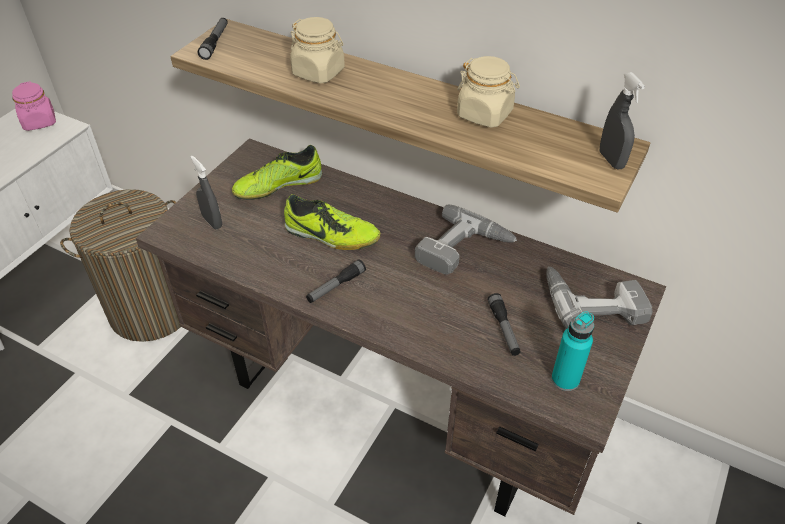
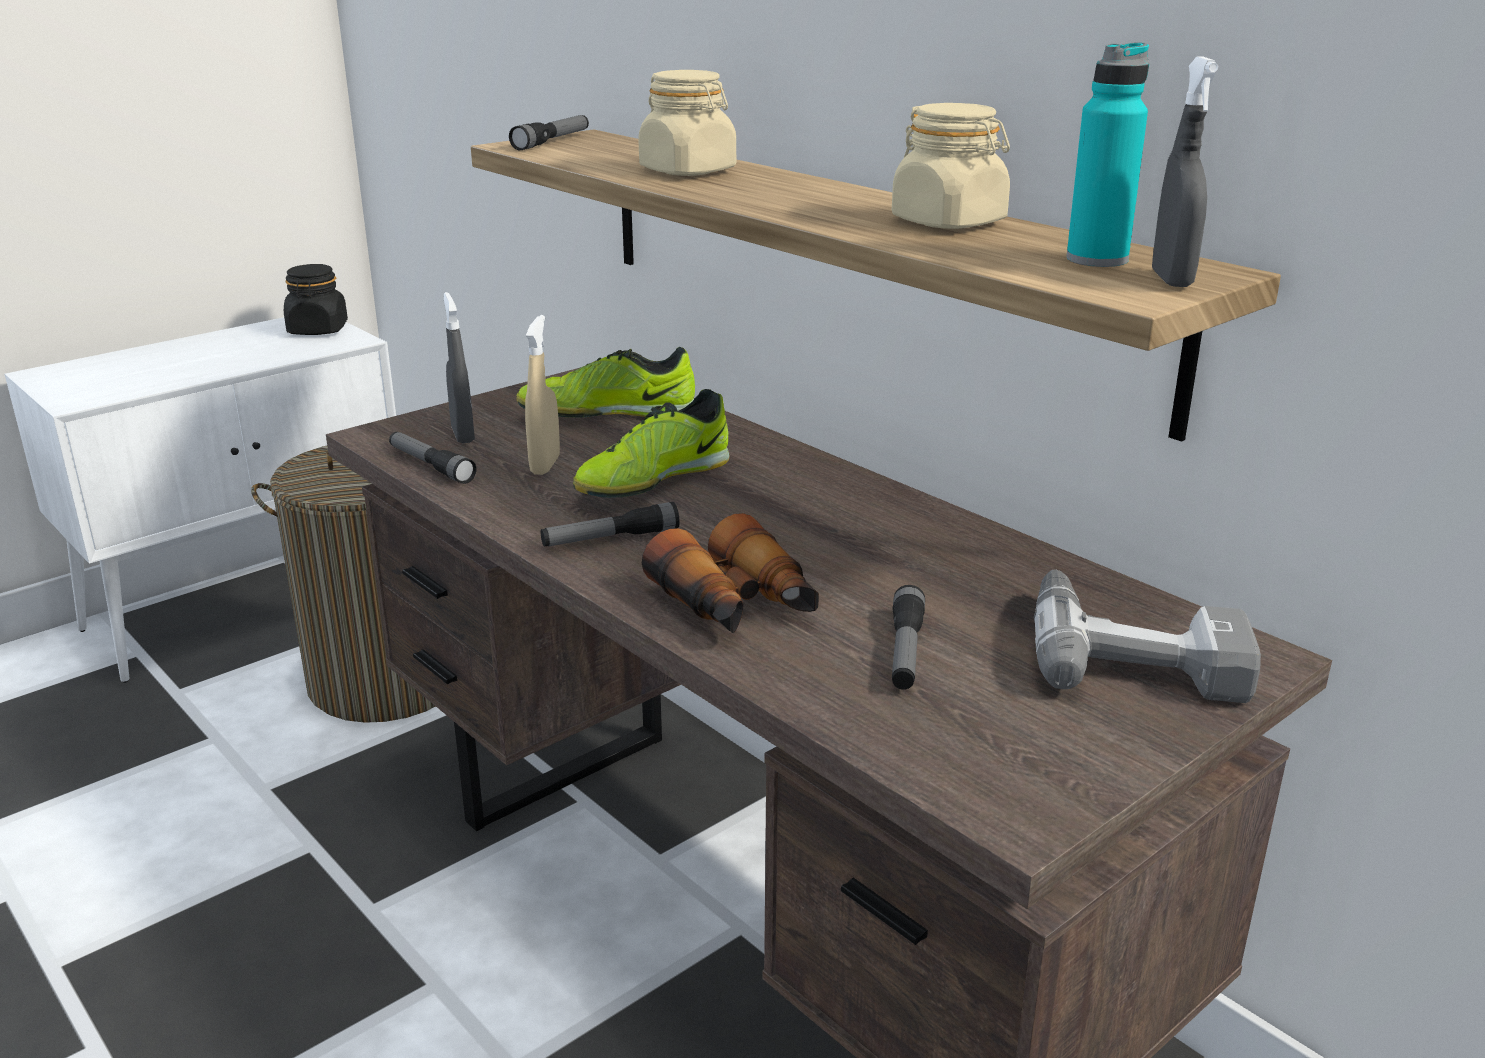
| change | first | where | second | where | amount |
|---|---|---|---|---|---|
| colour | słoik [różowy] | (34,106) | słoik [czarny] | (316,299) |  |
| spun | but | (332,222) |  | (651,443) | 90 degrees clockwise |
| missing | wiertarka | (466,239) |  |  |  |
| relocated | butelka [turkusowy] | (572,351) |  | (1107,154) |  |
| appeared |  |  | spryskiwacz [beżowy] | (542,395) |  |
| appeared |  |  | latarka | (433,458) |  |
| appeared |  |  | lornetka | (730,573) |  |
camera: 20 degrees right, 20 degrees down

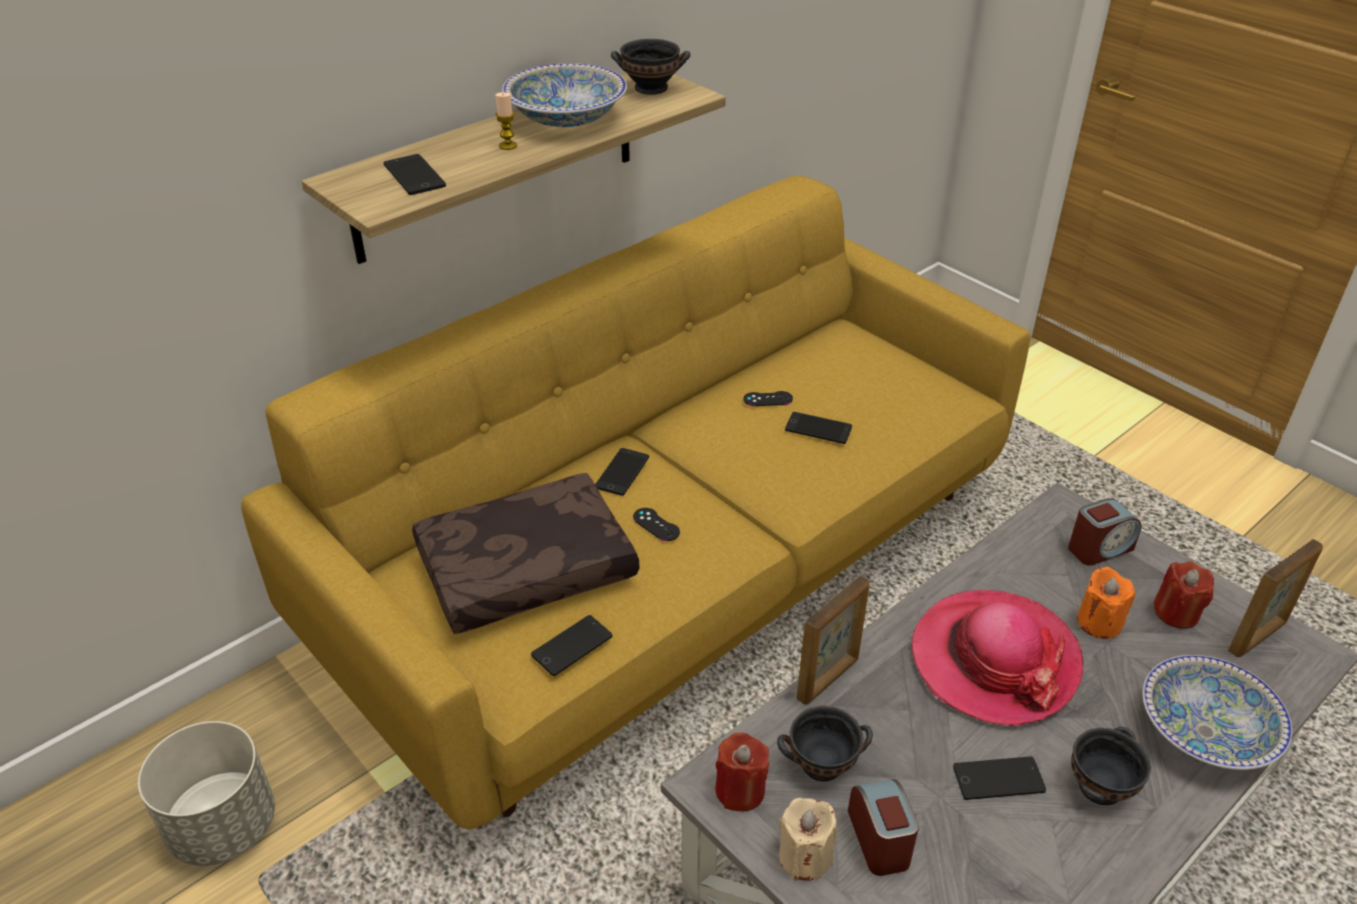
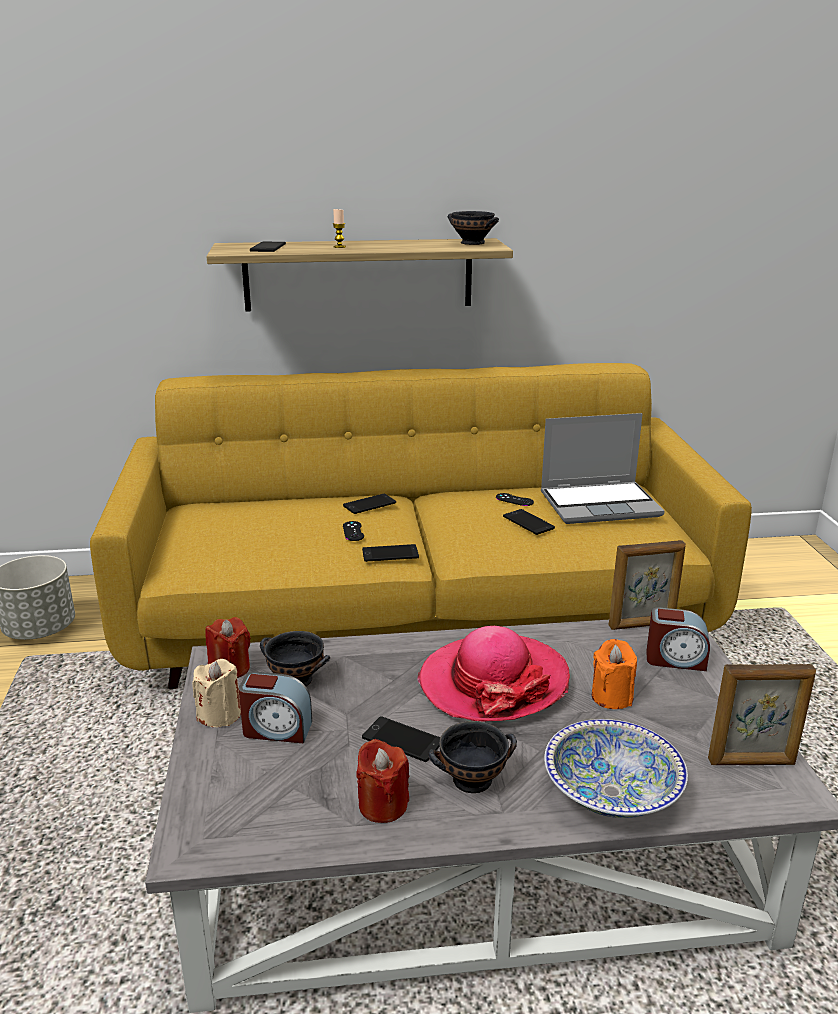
| change | first | where | second | where | amount |
|---|---|---|---|---|---|
| missing | miska | (564,95) |  |  |  |
| missing | poduszka [brązowy] | (525,553) |  |  |  |
| relocated | świeca [czerwony] | (1184,595) |  | (382,781) |  |
| relocated | ramka na zdjęcie | (832,640) |  | (647,585) |  |
| relocated | telefon | (571,645) |  | (390,553) |  |
| spun | budzik | (883,827) |  | (275,707) | 75 degrees clockwise |
| appeared |  |  | laptop | (602,468) |  |
camera: 35 degrees right, 15 degrees down

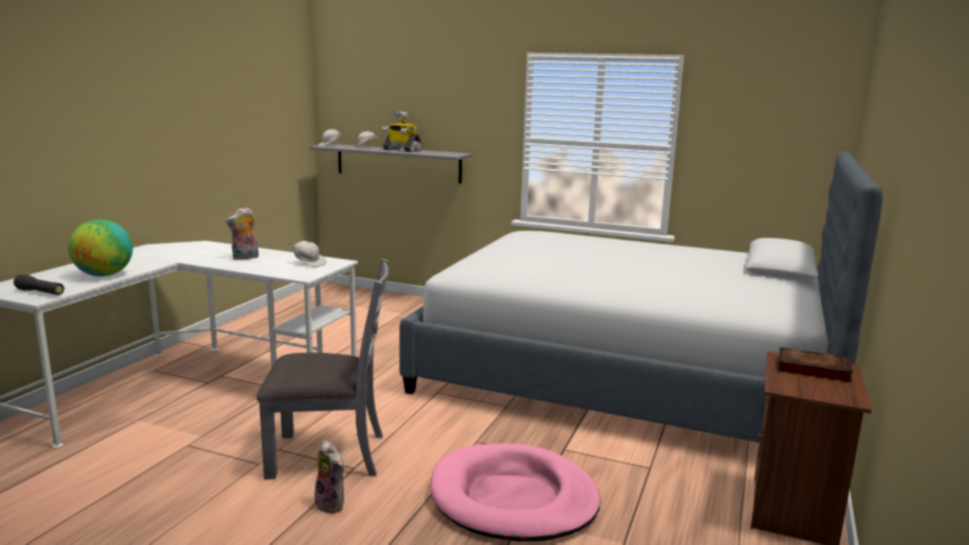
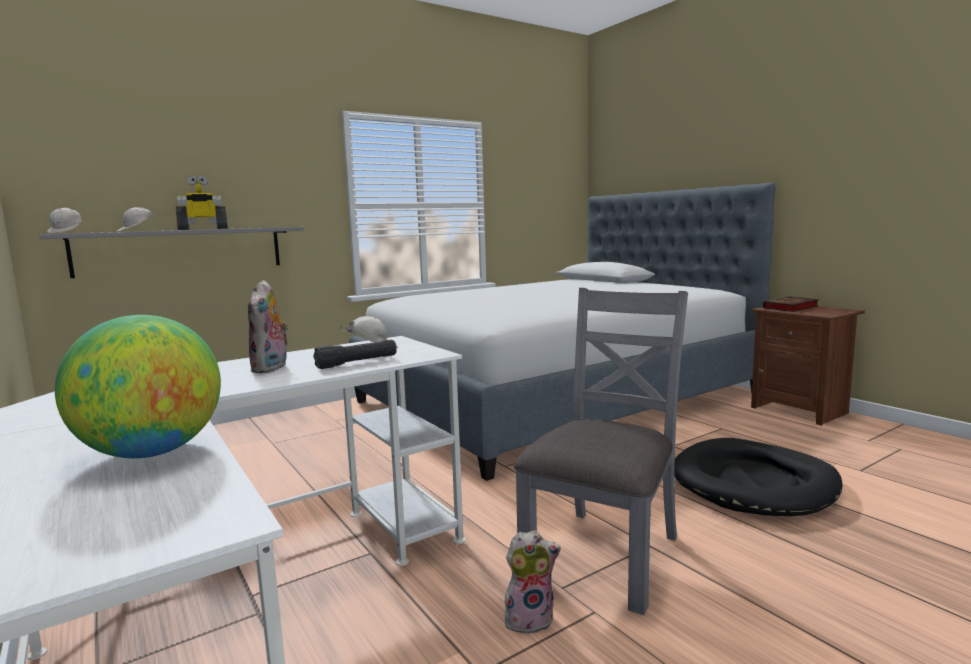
| change | first | where | second | where | amount |
|---|---|---|---|---|---|
| relocated | latarka [czarny] | (39,284) |  | (355,354) |  |
| relocated | pluszak | (329,477) |  | (533,583) |  |
| colour | legowisko [różowy] | (515,492) | legowisko [czarny] | (758,477) |  |
camera: 55 degrees left, 5 degrees down

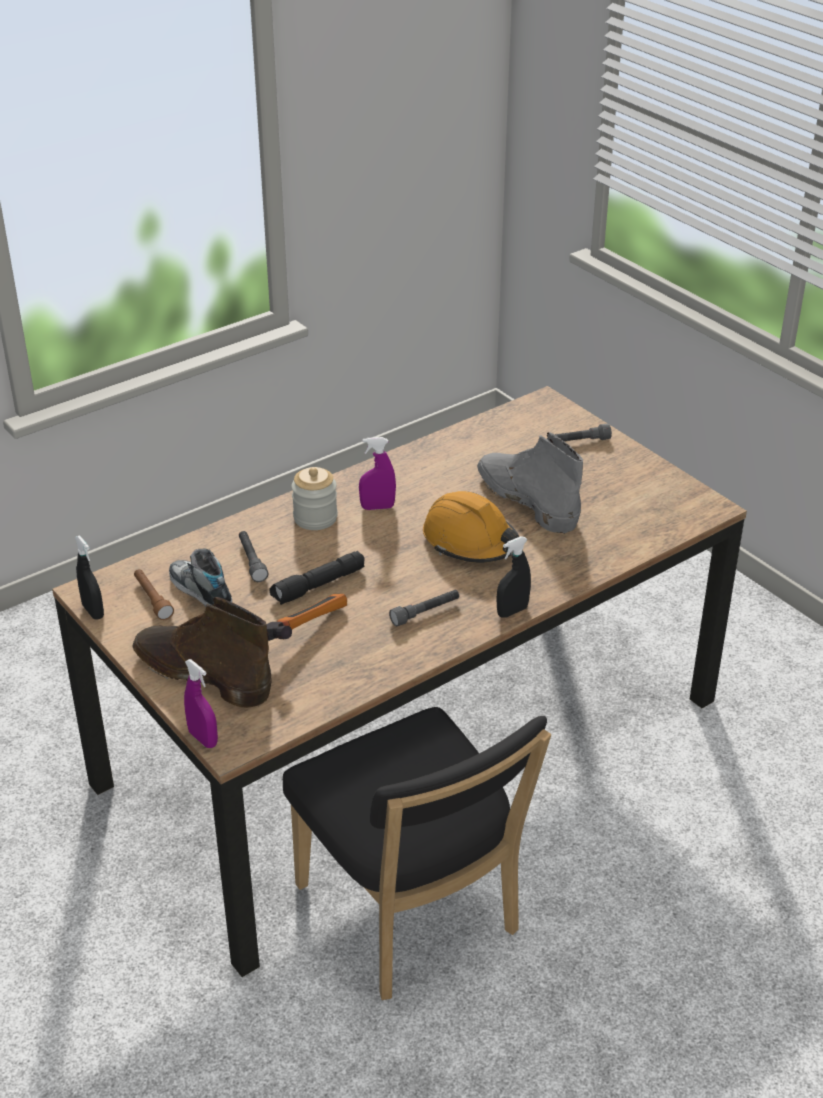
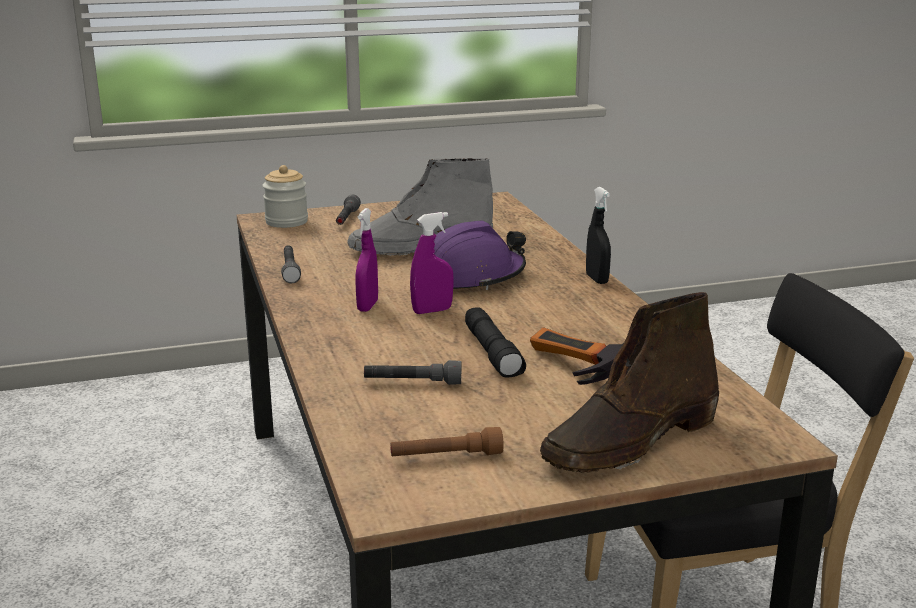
| change | first | where | second | where | amount |
|---|---|---|---|---|---|
| relocated | słoik | (314,498) |  | (285,196) |  |
| colour | kask [pomarańczowy] | (471,527) | kask [fioletowy] | (480,255) |  |
| missing | spryskiwacz [czarny] | (89,577) |  |  |  |
| missing | but | (200,577) |  |  |  |
| relocated | latarka [szary] | (424,608) |  | (291,264) |  |
| relocated | spryskiwacz [fioletowy] | (201,703) |  | (432,263) |  |
camera: 70 degrees left, 15 degrees down

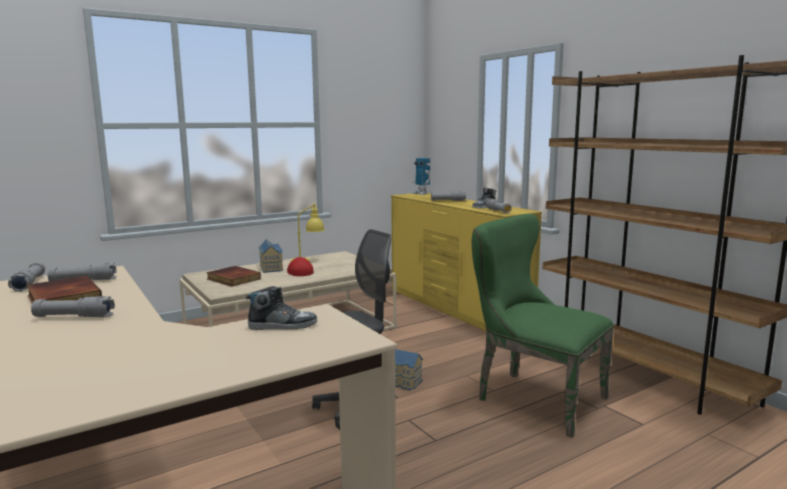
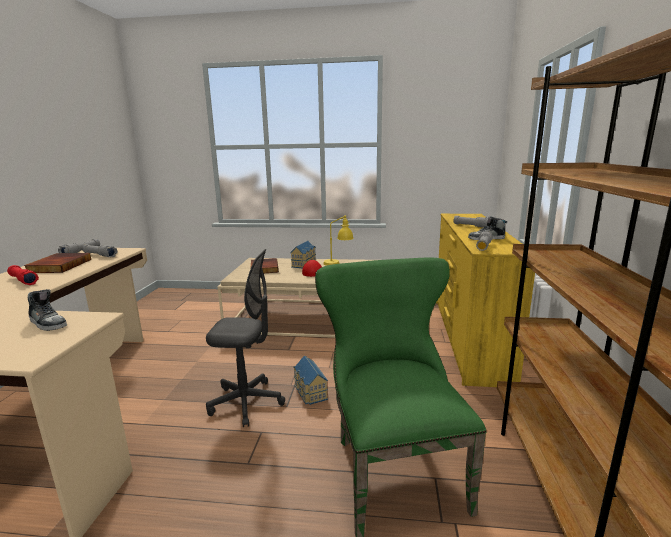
| change | first | where | second | where | amount |
|---|---|---|---|---|---|
| missing | robot zabawkowy | (421,176) |  |  |  |
| colour | latarka [szary] | (73,306) | latarka [czerwony] | (23,275) |  |
camera: 40 degrees right, 5 degrees up

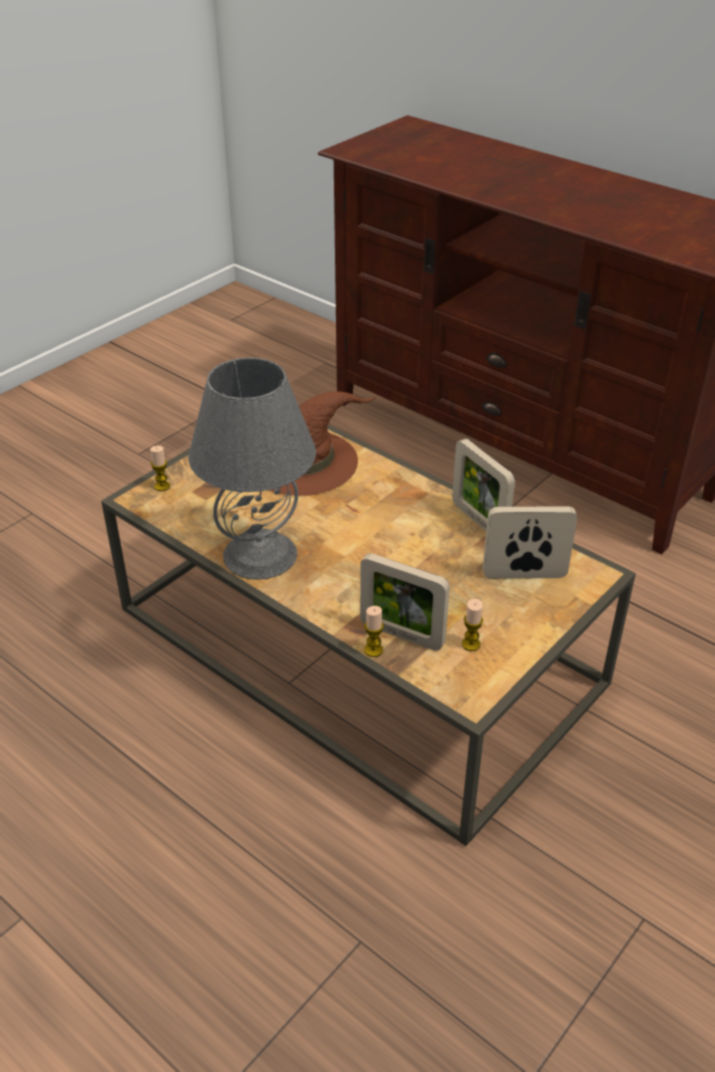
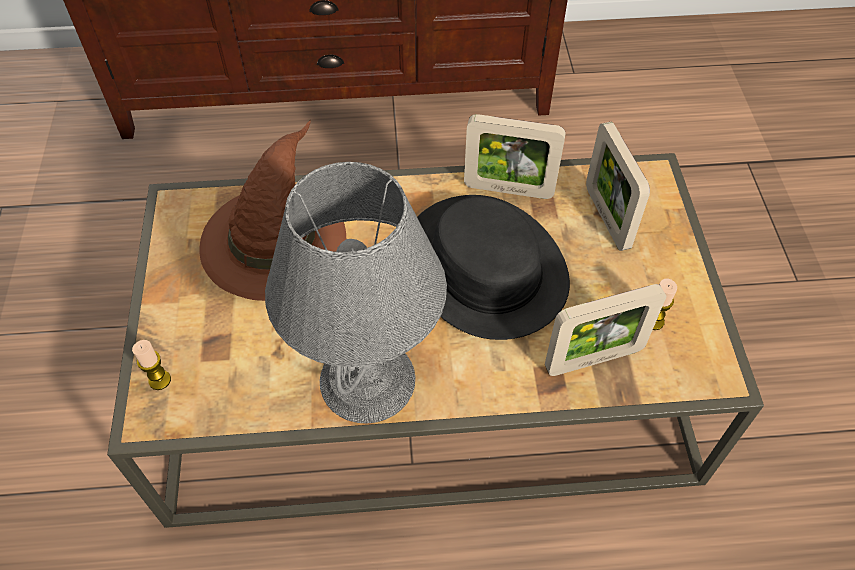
| change | first | where | second | where | amount |
|---|---|---|---|---|---|
| spun | ramka na zdjęcie | (530,542) |  | (618,186) | 60 degrees counterclockwise |
| missing | świeca | (374,631) |  |  |  |
| appeared |  |  | kapelusz [czarny] | (493,267) |  |
camera: 45 degrees left, 15 degrees up

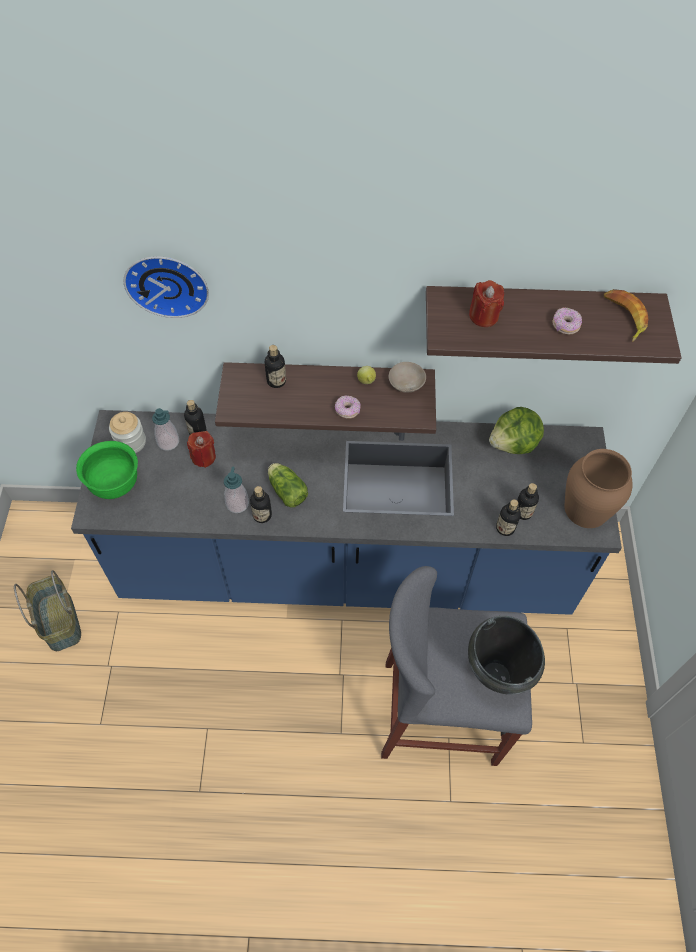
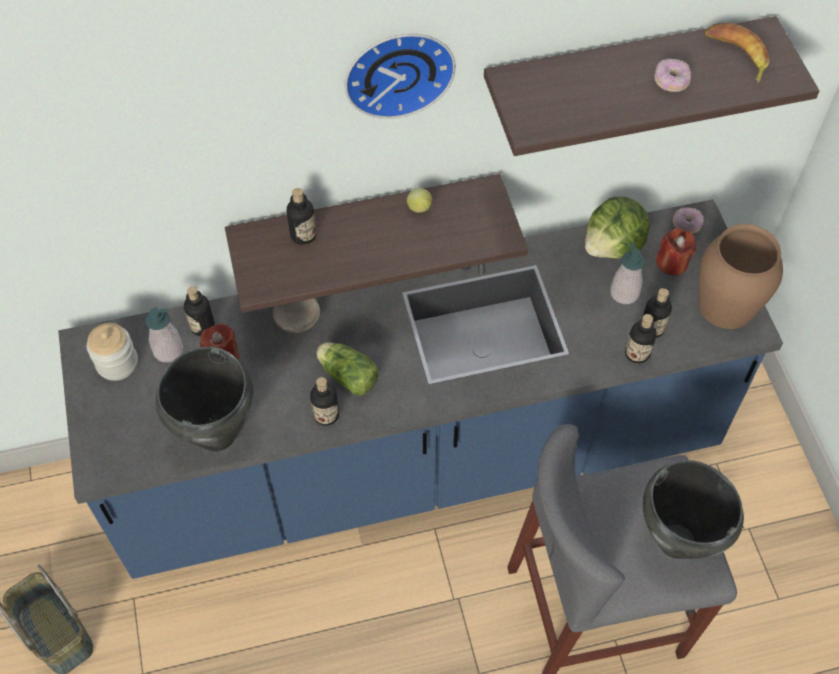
| change | first | where | second | where | amount |
|---|---|---|---|---|---|
| relocated | zegar ścienny | (166,287) |  | (400,76) |  |
| relocated | świeca [czerwony] | (486,303) |  | (676,252) |  |
| relocated | miska [beżowy] | (407,377) |  | (296,315) |  |
| relocated | donut | (347,407) |  | (688,220) |  |
| missing | miska [zielony] | (107,470) |  |  |  |
| relocated | dozownik mydła | (236,490) |  | (627,273) |  |
| appeared |  |  | garnek [czarny] | (204,399) |  |
camera: 15 degrees left, 0 degrees up

